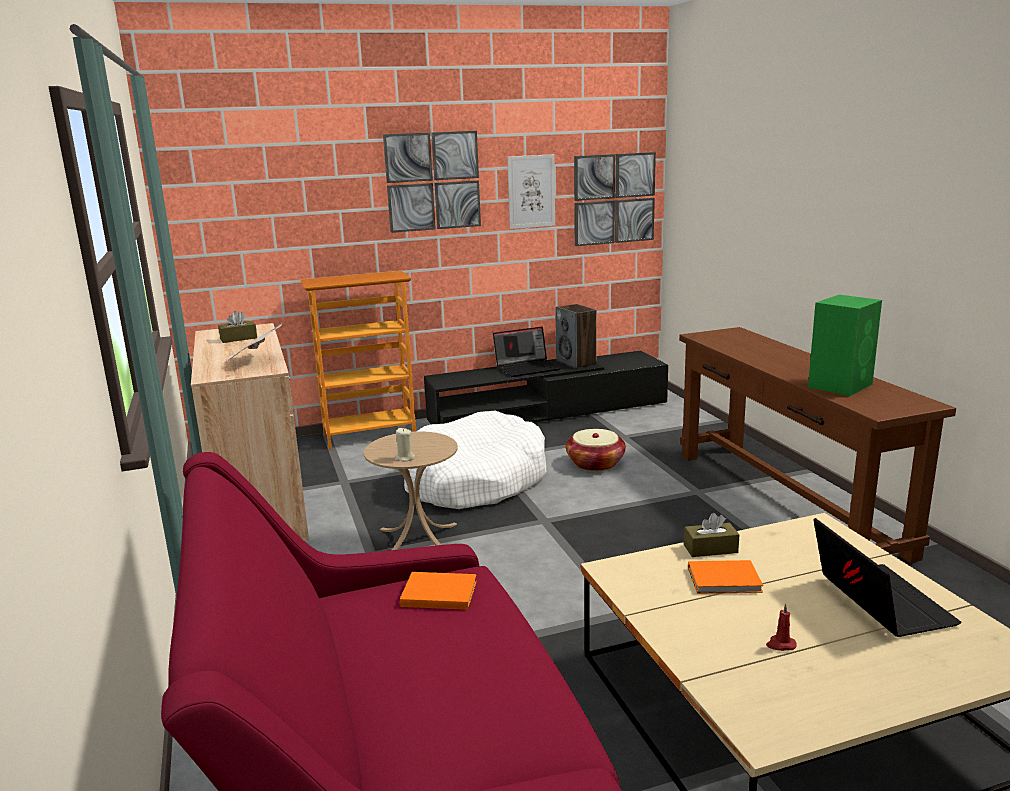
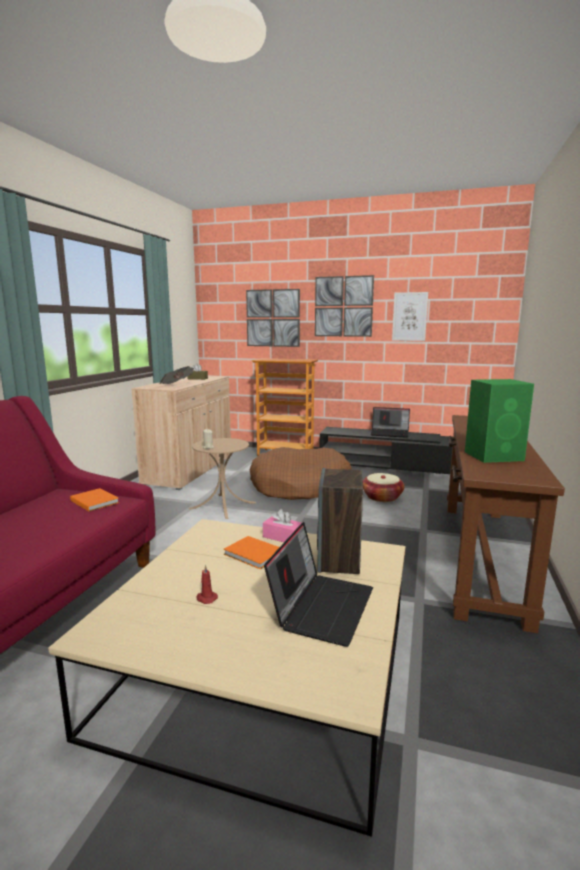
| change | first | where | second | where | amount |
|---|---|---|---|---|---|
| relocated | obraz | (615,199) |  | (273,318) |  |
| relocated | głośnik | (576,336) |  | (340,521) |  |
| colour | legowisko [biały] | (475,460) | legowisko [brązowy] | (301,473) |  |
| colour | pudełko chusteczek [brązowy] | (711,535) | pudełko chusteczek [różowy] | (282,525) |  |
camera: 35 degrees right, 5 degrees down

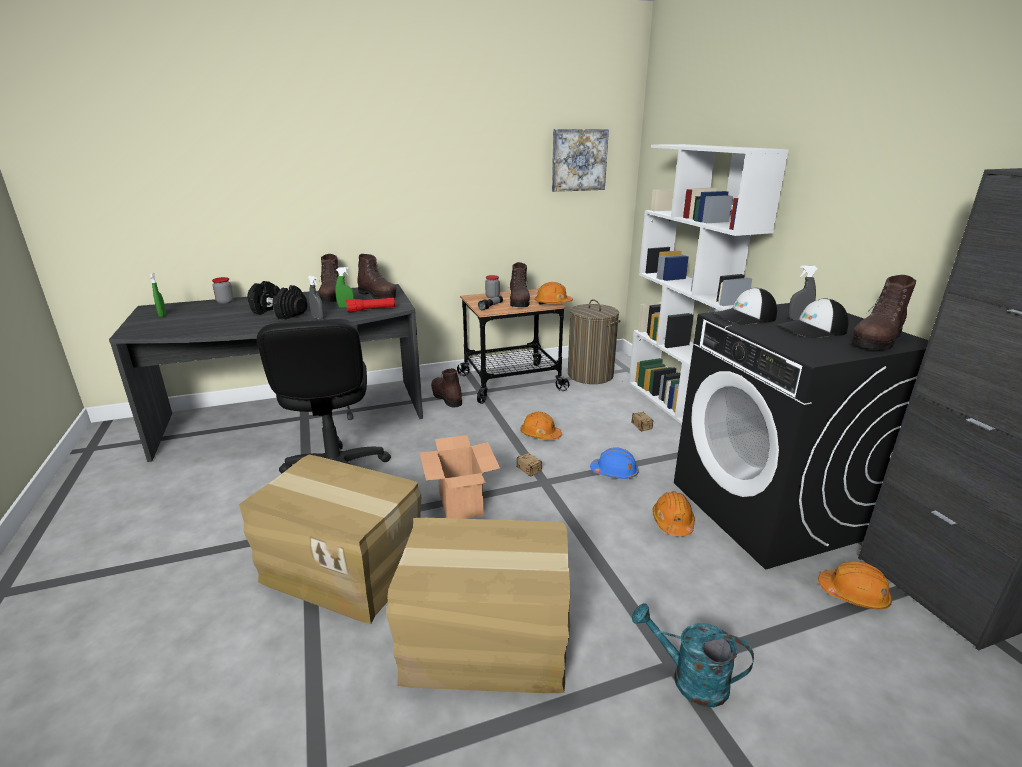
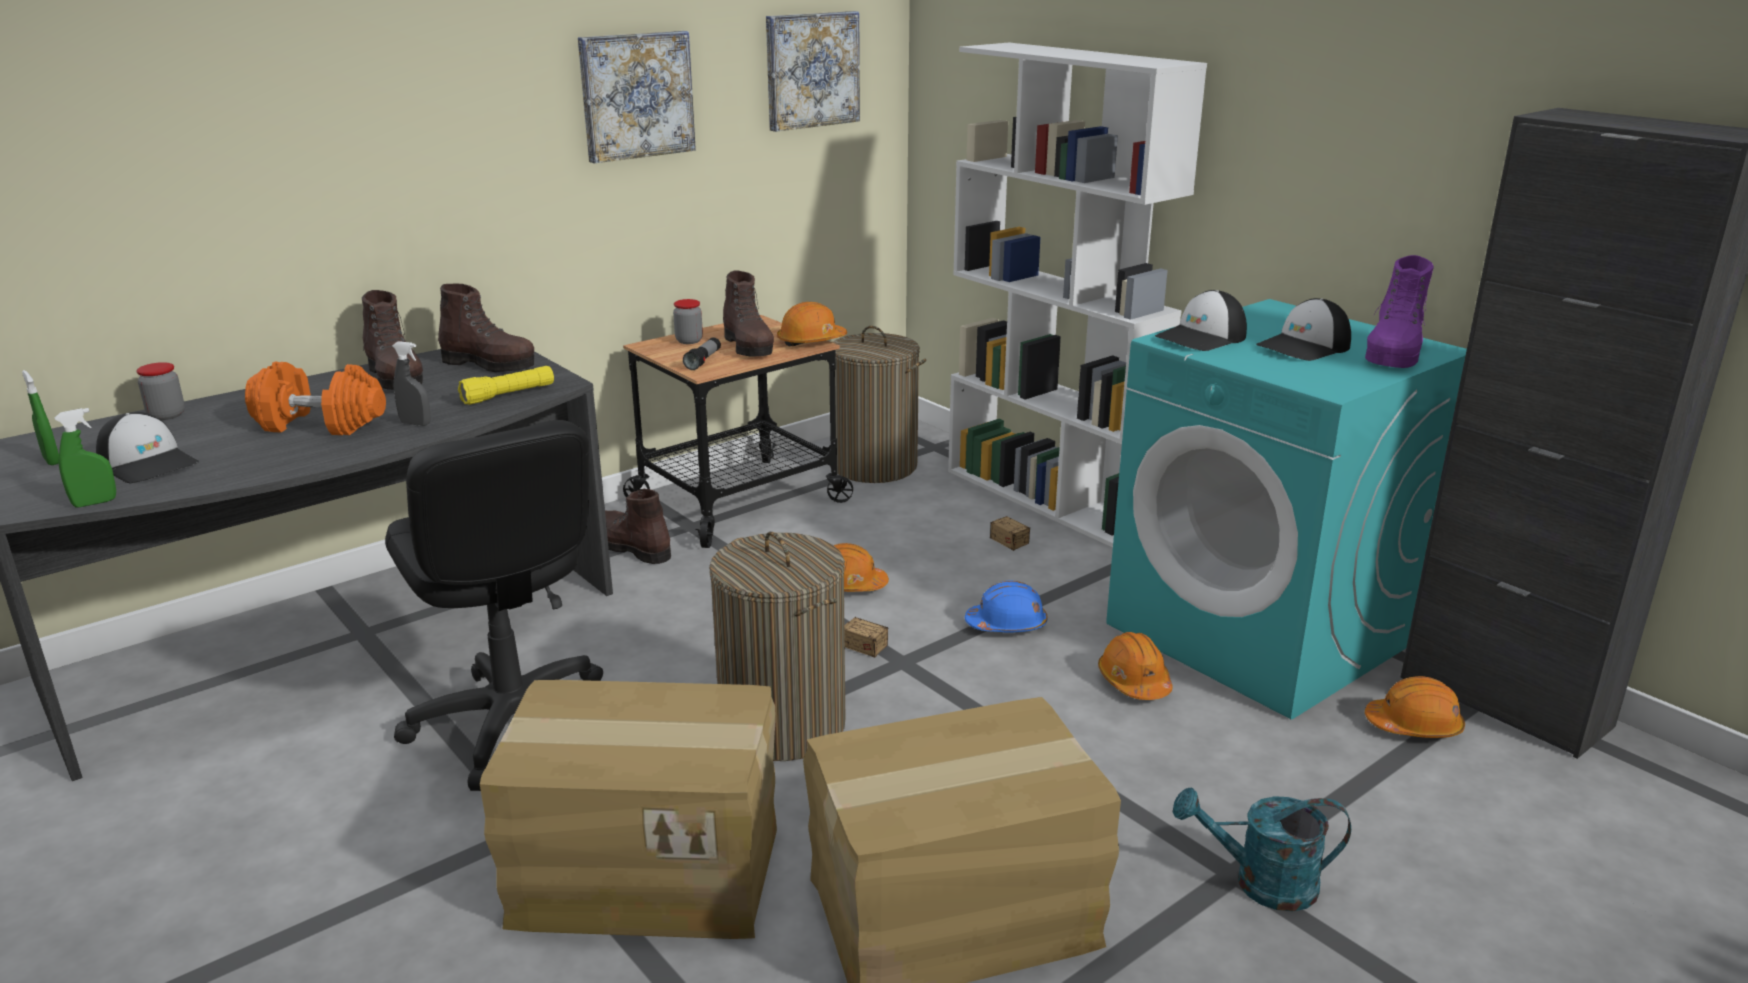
| change | first | where | second | where | amount |
|---|---|---|---|---|---|
| missing | spryskiwacz [szary] | (803,292) |  |  |  |
| relocated | spryskiwacz [zielony] | (345,287) |  | (85,457) |  |
| colour | but z cholewką [brązowy] | (883,312) | but z cholewką [fioletowy] | (1399,311) |  |
| colour | hantel [czarny] | (277,300) | hantel [pomarańczowy] | (315,398) |  |
| colour | latarka [czerwony] | (370,305) | latarka [żółty] | (506,385) |  |
| colour | pralka [czarny] | (801,436) | pralka [turkusowy] | (1286,509) |  |
| exchanged | karton | (459,477) | kosz na pranie | (777,646) |  |
| appeared |  |  | obraz | (637,97) |  |
| appeared |  |  | czapka z daszkiem | (147,447) |  |
camera: 20 degrees left, 0 degrees up

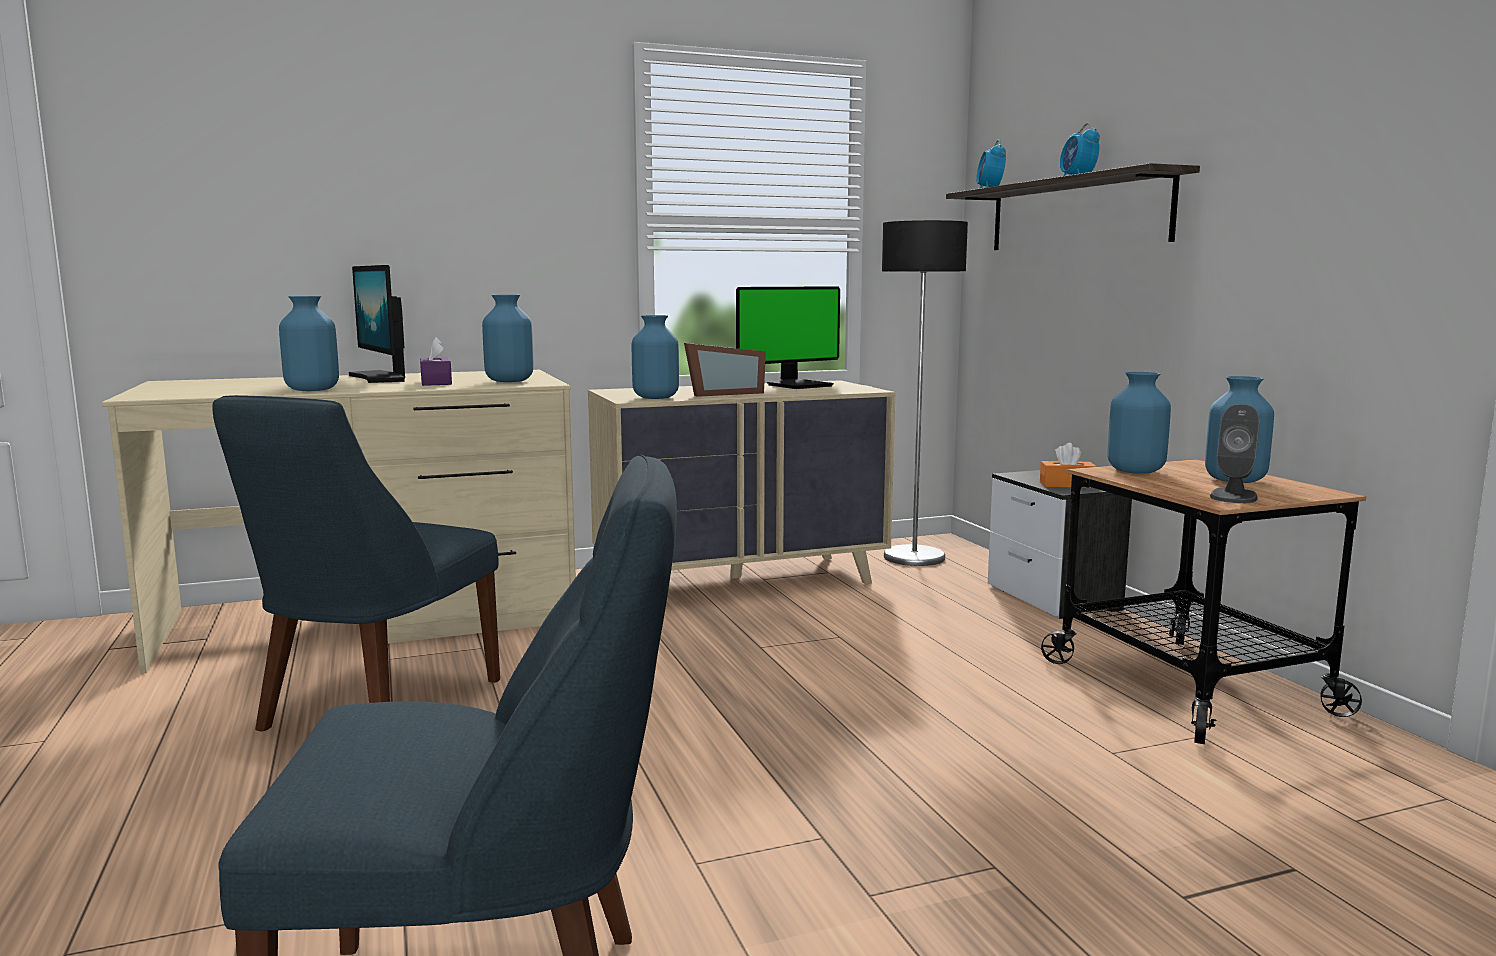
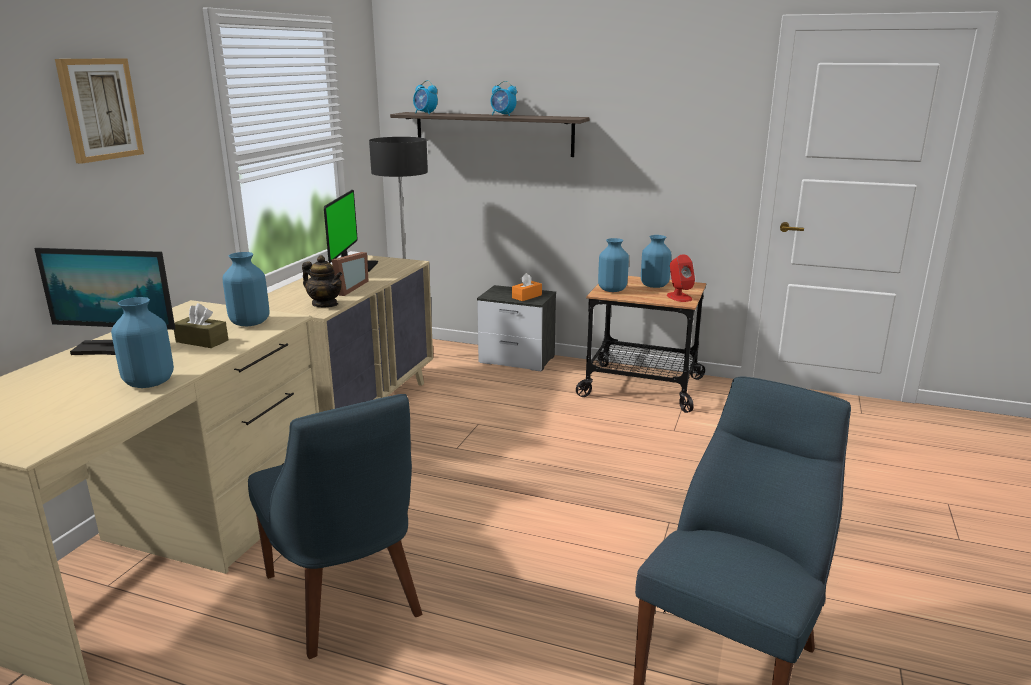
| change | first | where | second | where | amount |
|---|---|---|---|---|---|
| exchanged | wazon [niebieski] | (655,357) | imbryk | (322,281) |  |
| colour | pudełko chusteczek [fioletowy] | (436,361) | pudełko chusteczek [brązowy] | (201,325) |  |
| colour | głośnik [szary] | (1235,453) | głośnik [czerwony] | (681,278) |  |
| appeared |  |  | obraz | (99,111) |  |
camera: 50 degrees left, 10 degrees up

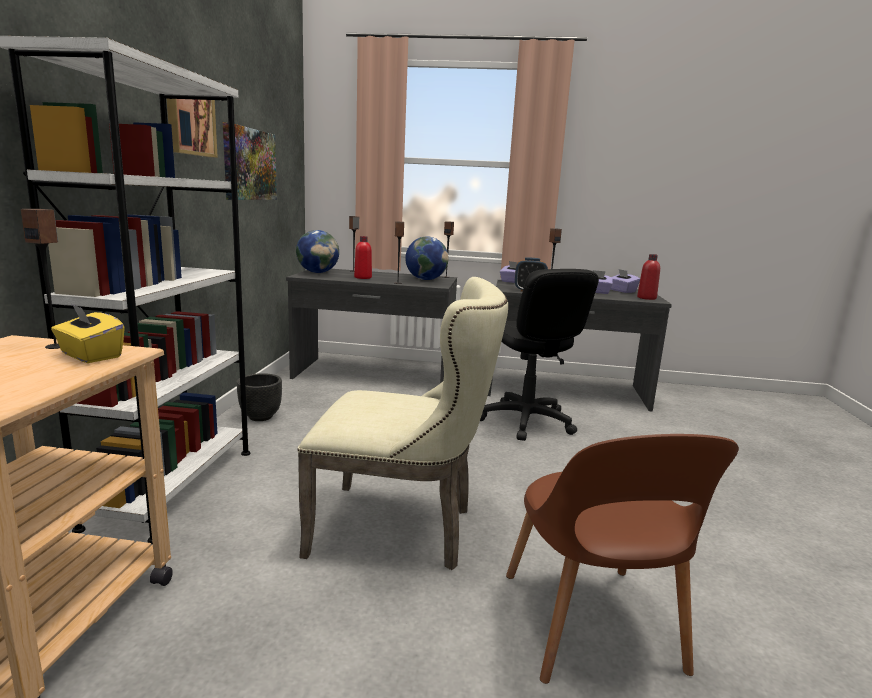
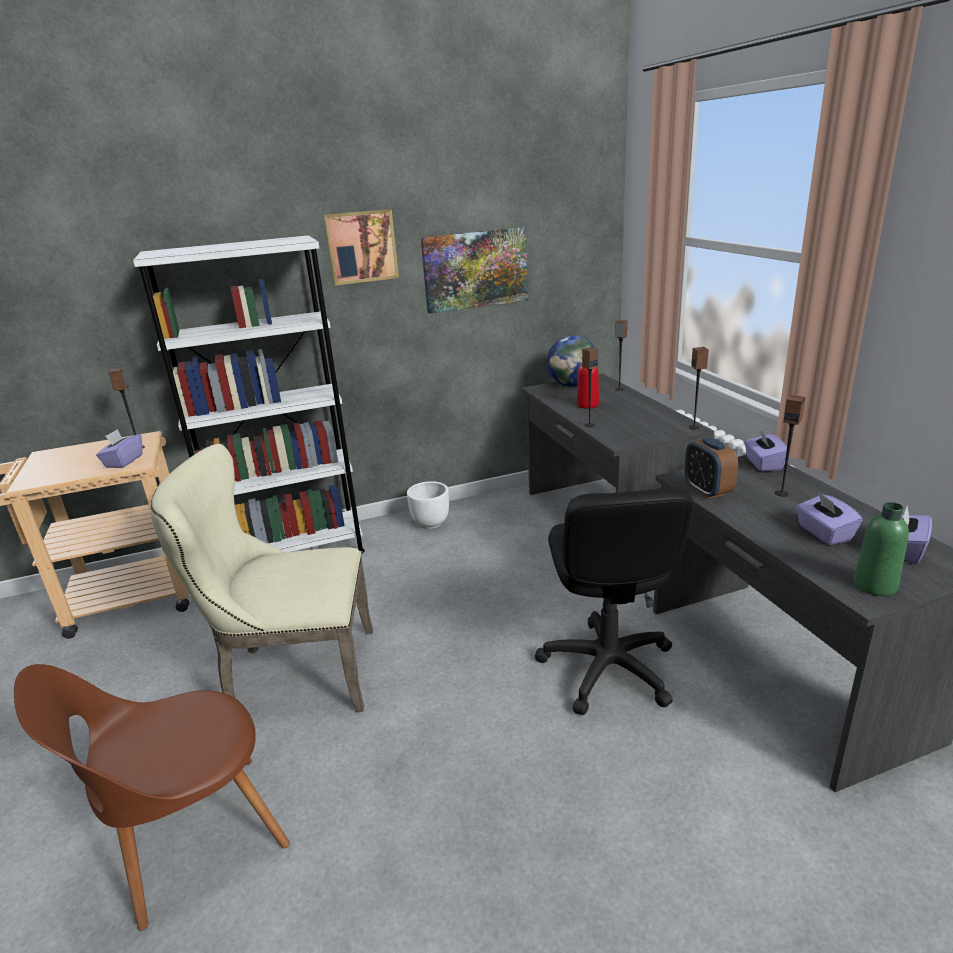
| change | first | where | second | where | amount |
|---|---|---|---|---|---|
| missing | globus | (427,258) |  |  |  |
| colour | butelka [czerwony] | (648,277) | butelka [zielony] | (881,549) |  |
| spun | krzesło biurowe [czarny] | (539,355) |  | (614,601) | 45 degrees counterclockwise |
| spun | krzesło [beżowy] | (402,423) |  | (261,578) | 105 degrees clockwise |
| colour | pudełko chusteczek [żółty] | (88,333) | pudełko chusteczek [fioletowy] | (119,448) |  |
| colour | donica [czarny] | (259,397) | donica [biały] | (428,505) |  |
camera: 65 degrees right, 10 degrees up

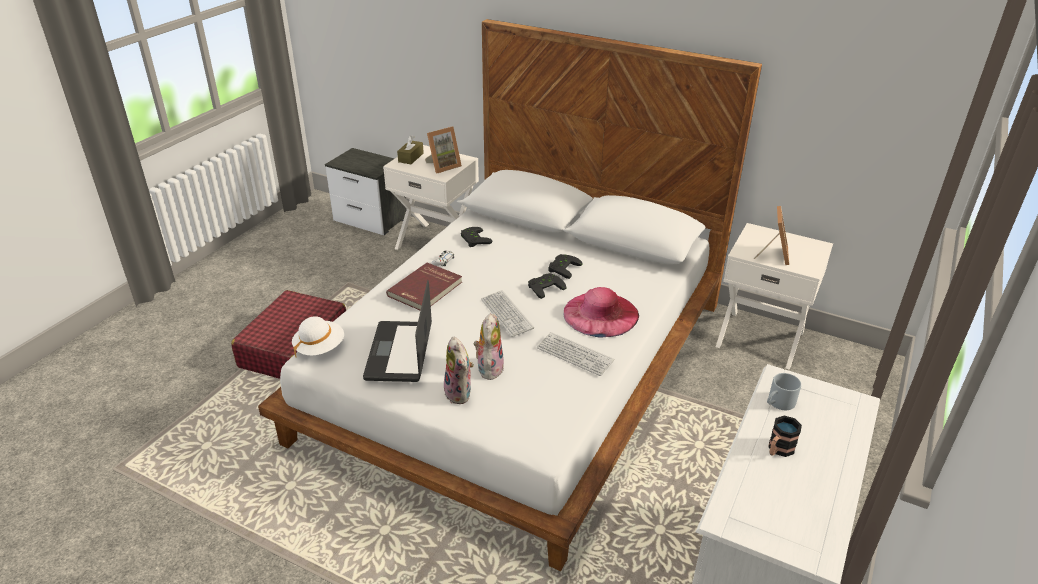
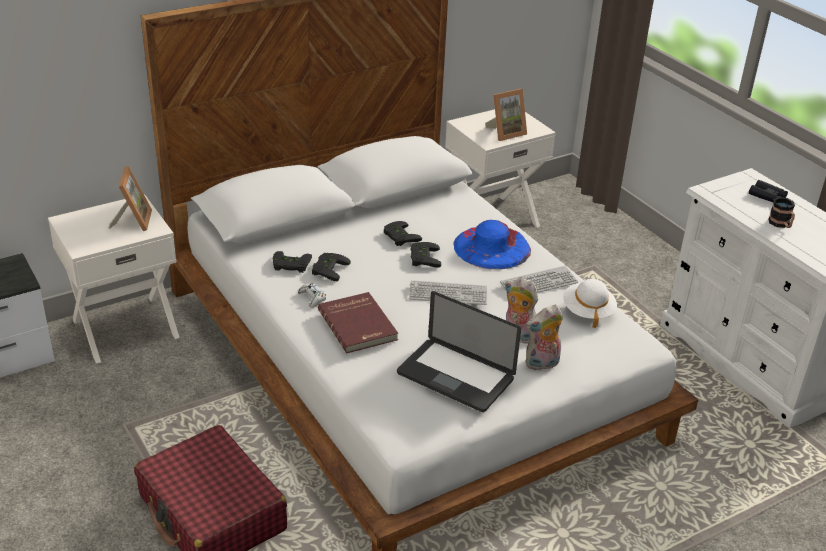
| change | first | where | second | where | amount |
|---|---|---|---|---|---|
| missing | pudełko chusteczek [brązowy] | (410,150) |  |  |  |
| spun | ramka na zdjęcie | (771,235) |  | (506,115) | 105 degrees clockwise |
| colour | kapelusz [różowy] | (601,312) | kapelusz [niebieski] | (492,244) |  |
| relocated | kapelusz [biały] | (318,337) |  | (590,303) |  |
| spun | pluszak | (459,370) |  | (544,337) | 150 degrees clockwise |
| missing | kubek [szary] | (784,391) |  |  |  |
| appeared |  |  | lornetka [czarny] | (768,191) |  |
| appeared |  |  | pad do gier [czarny] | (331,267) |  |
camera: 60 degrees left, 0 degrees up

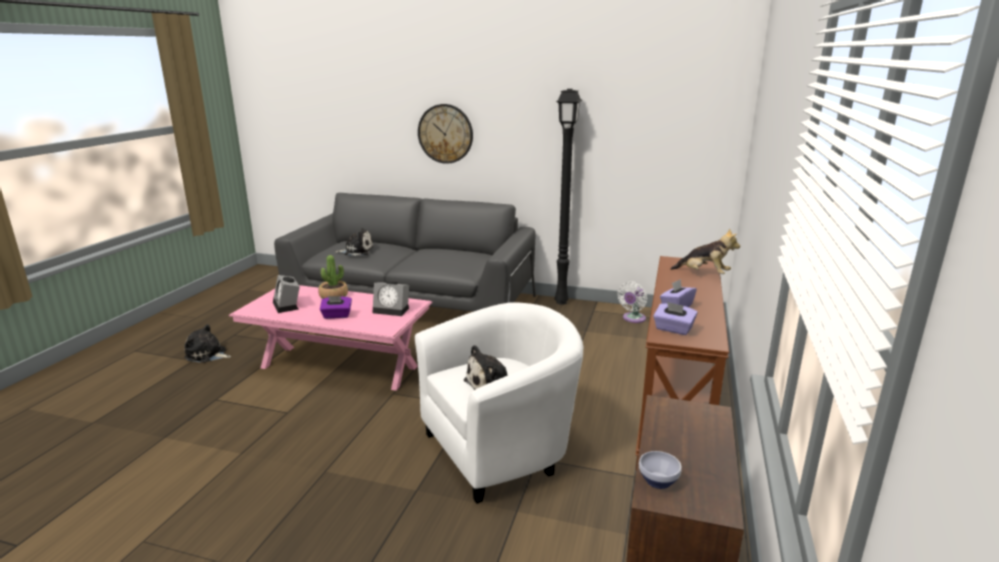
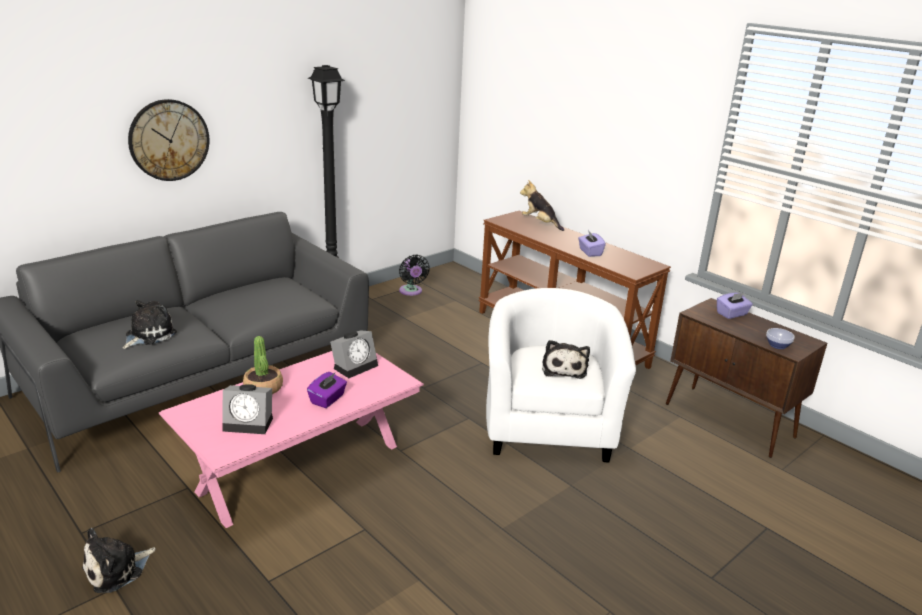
| change | first | where | second | where | amount |
|---|---|---|---|---|---|
| spun | pluszak | (705,251) |  | (542,205) | 105 degrees counterclockwise |
| colour | wentylator [biały] | (632,302) | wentylator [czarny] | (414,275) |  |
| relocated | pudełko chusteczek [fioletowy] | (675,318) |  | (735,305) |  |
camera: 60 degrees left, 5 degrees up

